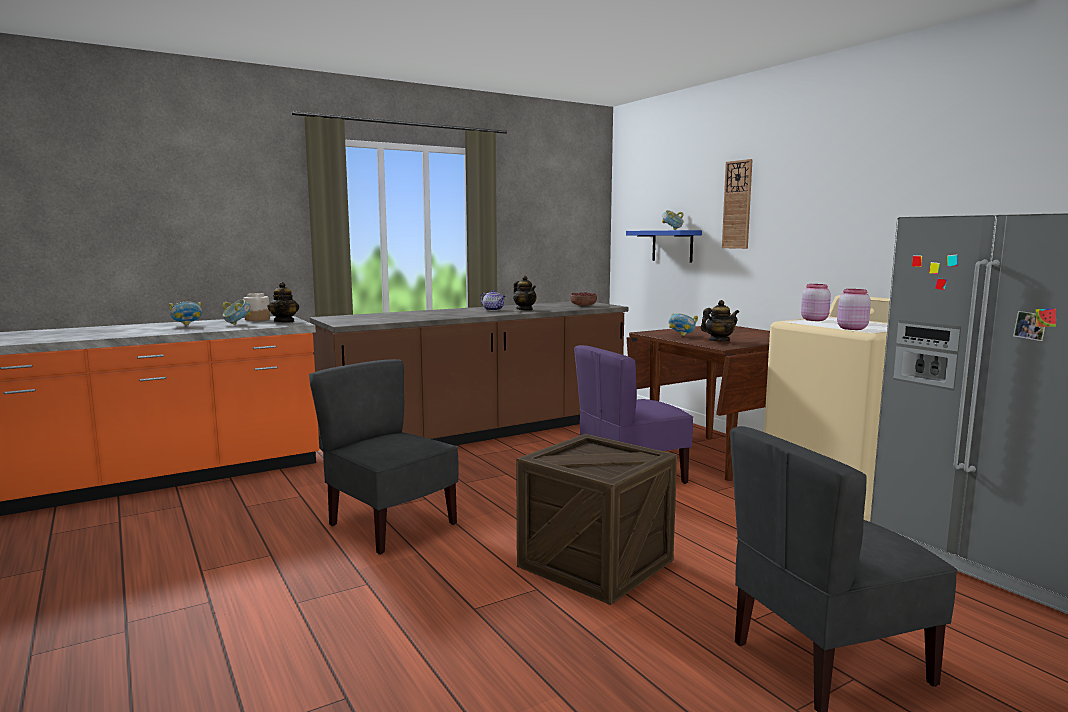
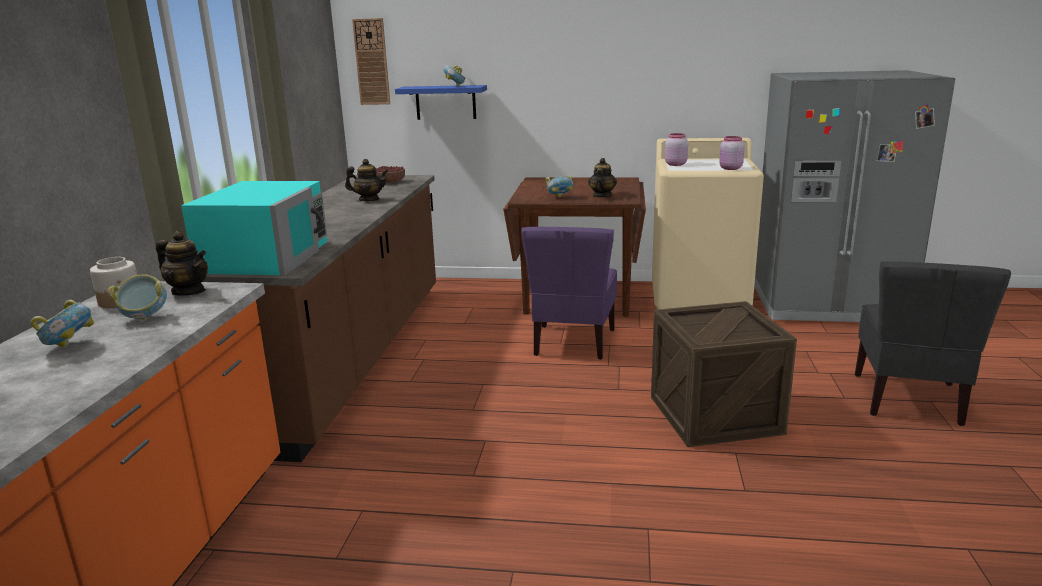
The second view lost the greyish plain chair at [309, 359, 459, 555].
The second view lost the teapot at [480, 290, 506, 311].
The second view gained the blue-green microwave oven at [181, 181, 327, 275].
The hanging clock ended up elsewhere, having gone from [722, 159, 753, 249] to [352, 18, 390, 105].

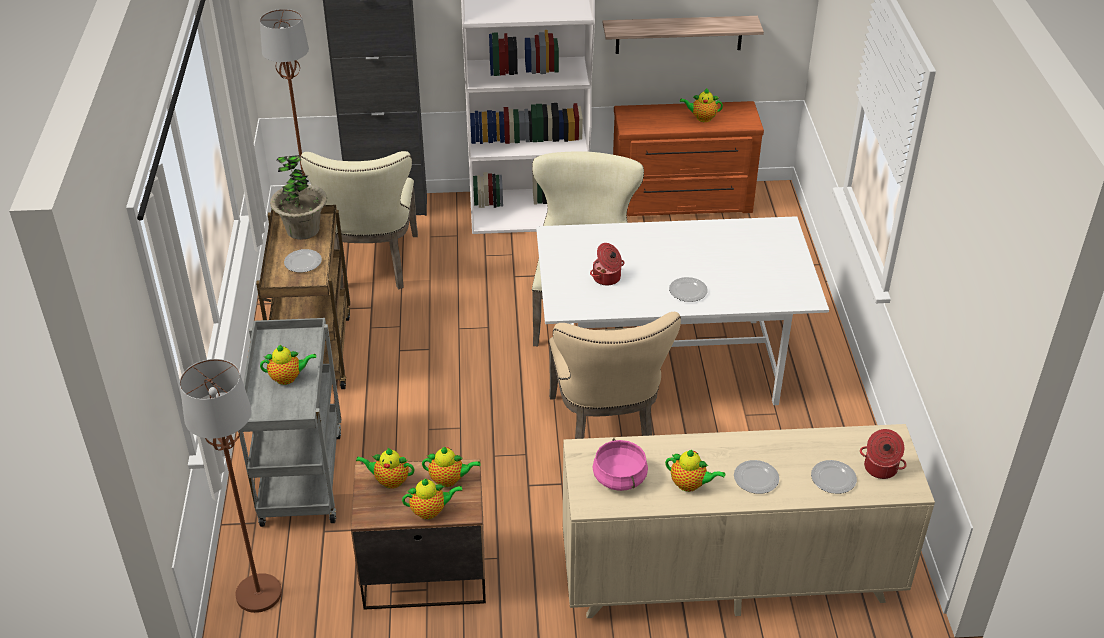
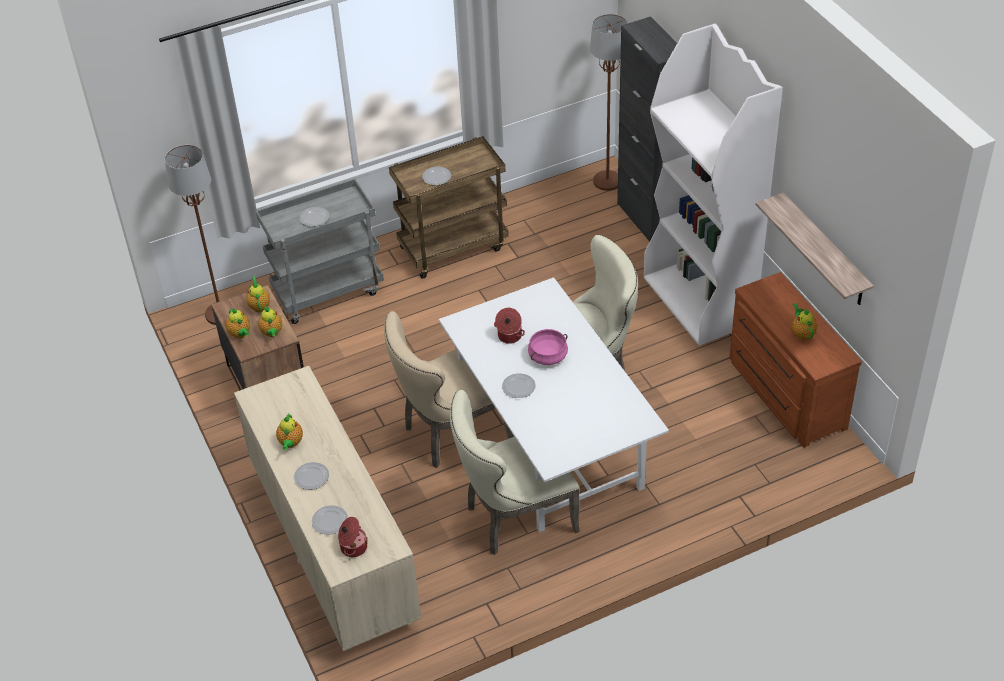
The second view lost the houseplant at [270, 155, 327, 240].
The beige plain chair ended up elsewhere, having gone from [300, 151, 418, 289] to [450, 390, 580, 555].
The pink cooking pot ended up elsewhere, having gone from [592, 438, 648, 491] to [528, 329, 568, 365].
Where the teapot stood at [260, 345, 316, 385], the dinner plate came to stand at [300, 207, 329, 227].

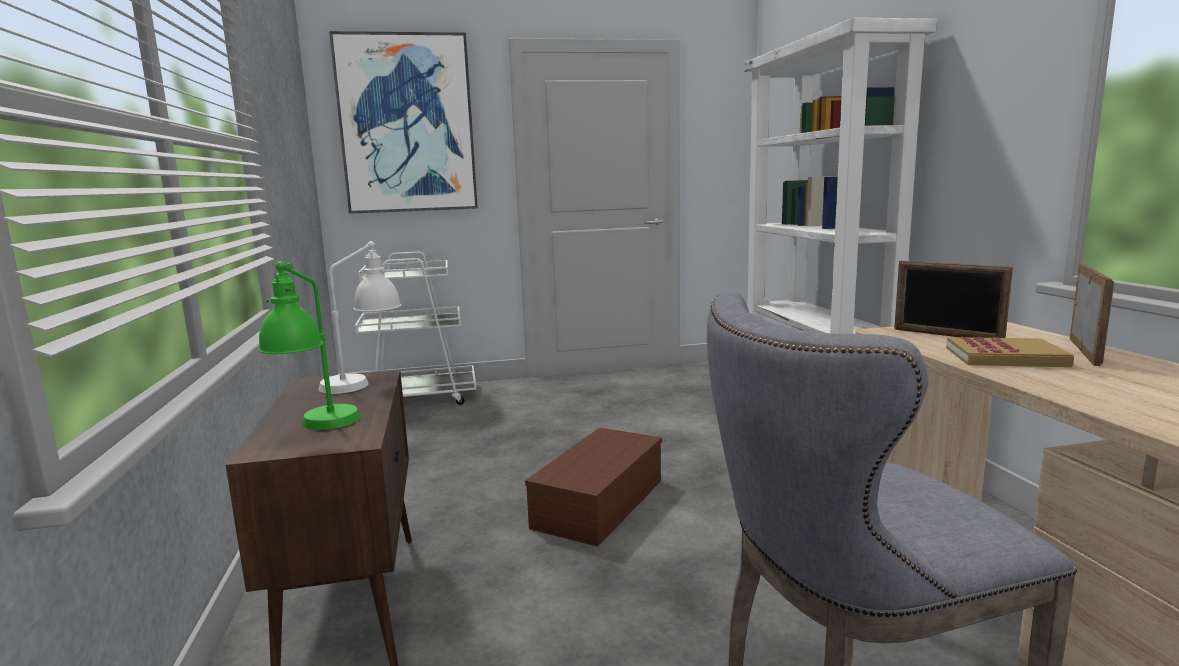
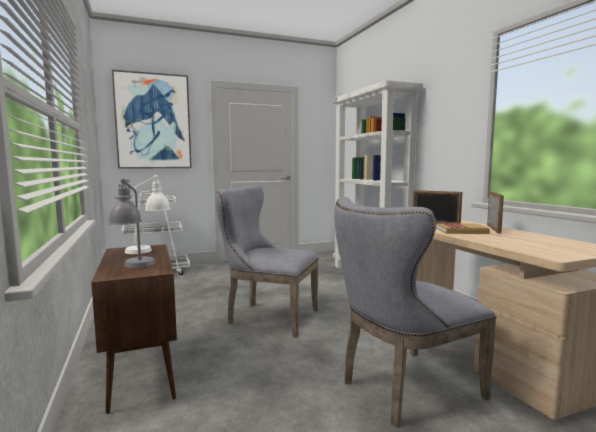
Where the brown storage bin stood at [525, 427, 662, 547], the greyish plain chair came to stand at [215, 185, 319, 338].
What was the green-coloured lamp for a table at [258, 261, 361, 430] turned into the greyish lamp for a table at [108, 178, 156, 268].

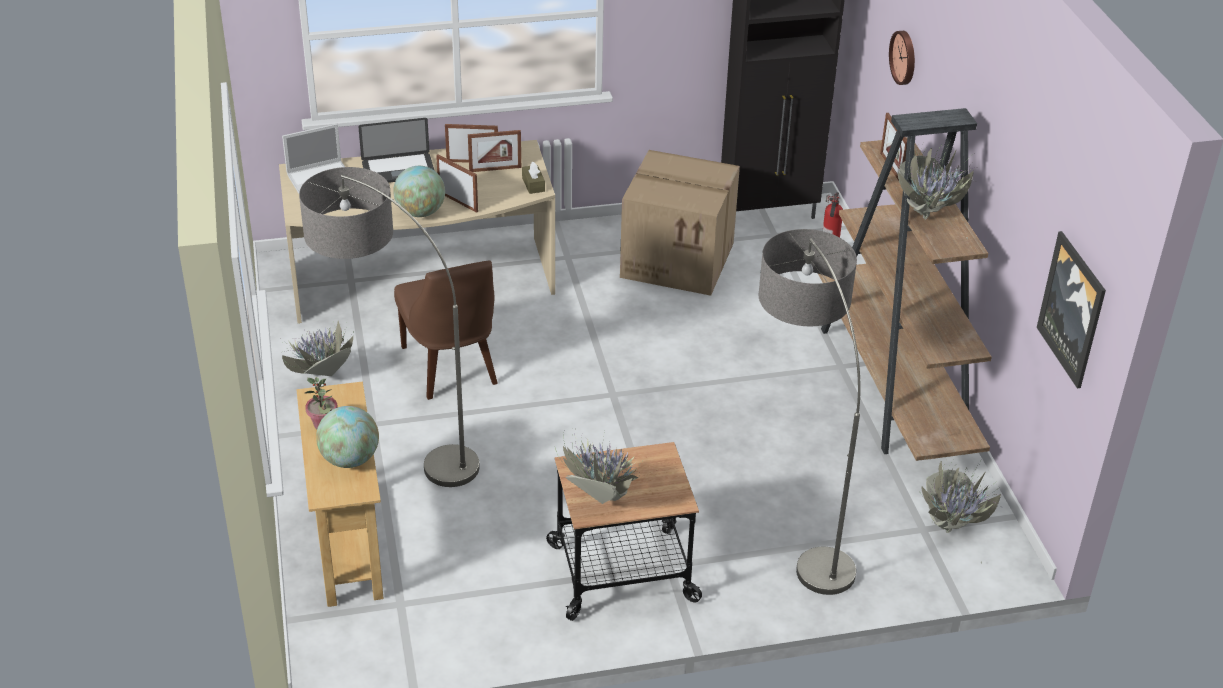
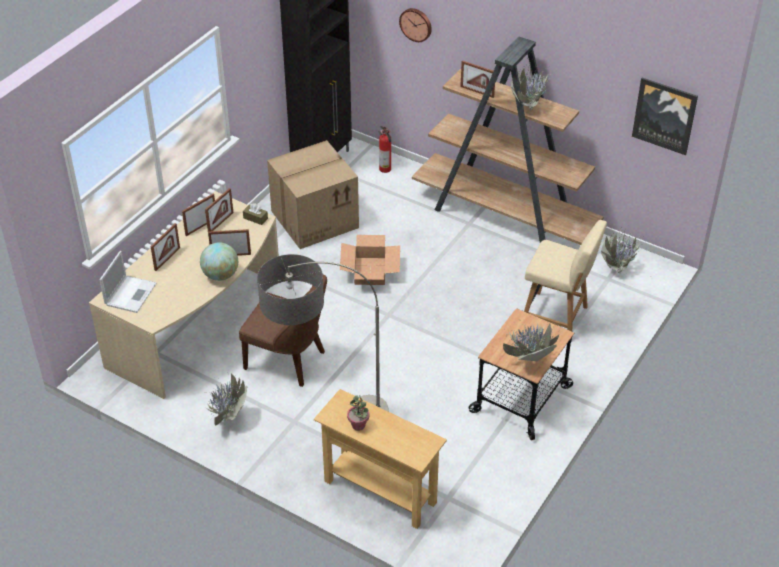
The second view lost the world globe at [316, 406, 379, 468].
The second view gained the cardboard box at [340, 235, 400, 285].
Where the laptop stood at [359, 118, 435, 183], the picture frame came to stand at [150, 223, 180, 271].
Where the floor lamp stood at [759, 229, 861, 595], the beige plain chair came to stand at [524, 220, 607, 331].

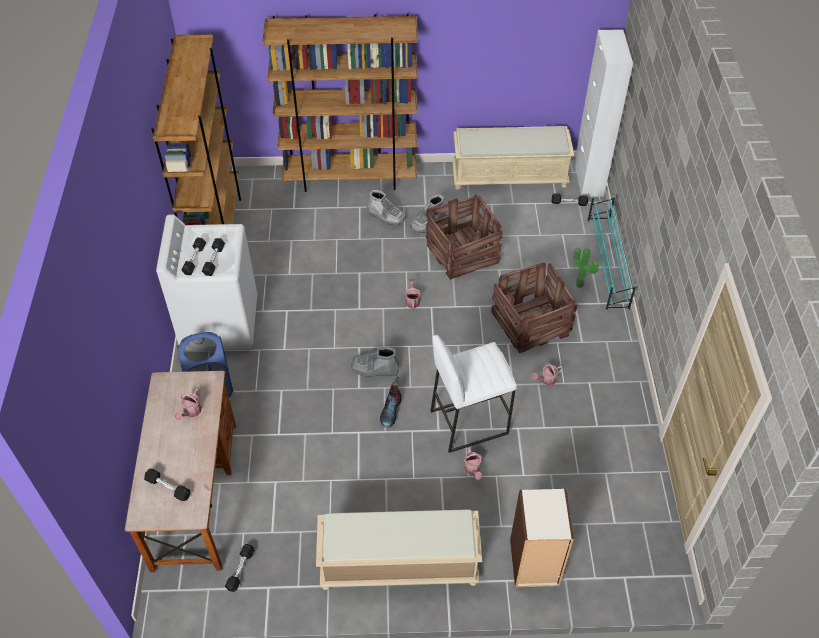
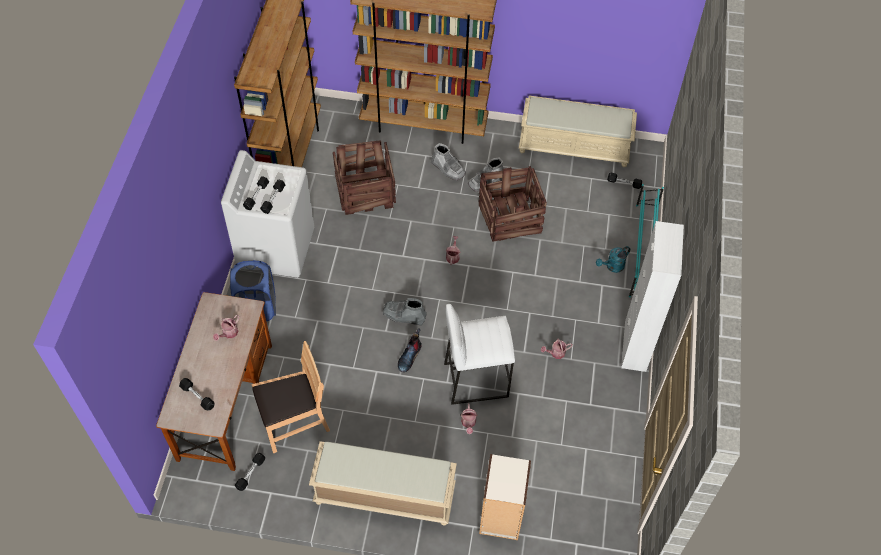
The second view gained the brown plain chair at [252, 341, 330, 454].
The packing crate ended up elsewhere, having gone from [492, 263, 578, 353] to [333, 140, 396, 215].
The whitish cupboard ended up elsewhere, having gone from [574, 29, 633, 197] to [621, 221, 684, 372].
Where the houseplant stood at [573, 247, 599, 288], the blue-green sprinkling can came to stand at [596, 246, 630, 273].

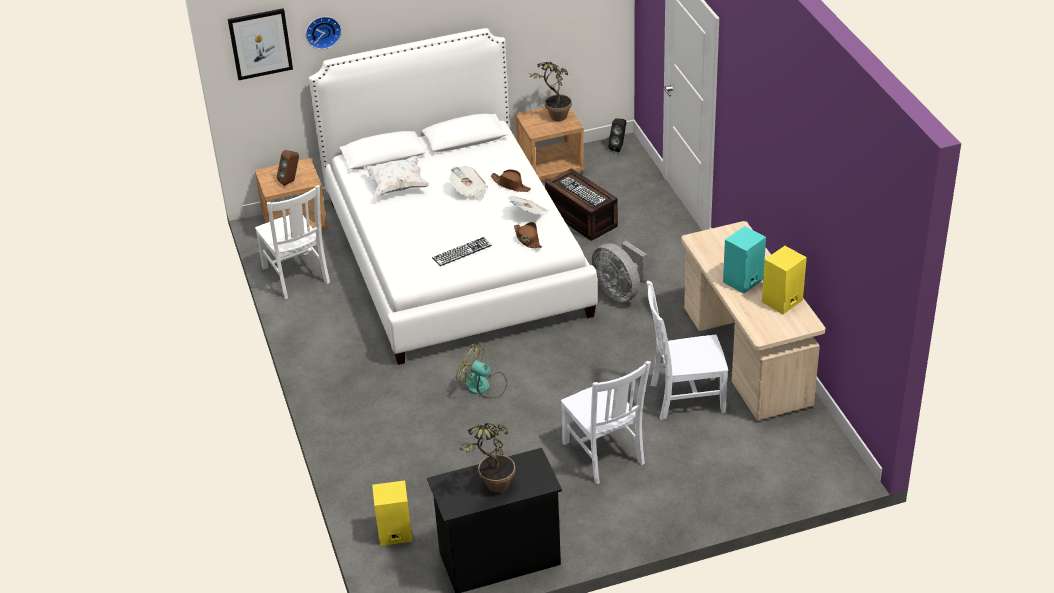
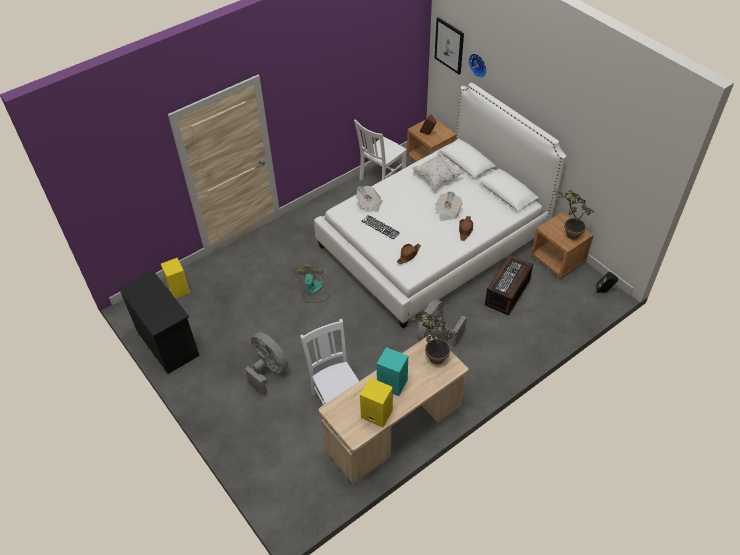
The houseplant ended up elsewhere, having gone from [458, 423, 516, 493] to [407, 311, 456, 365].
The printed paper ended up elsewhere, having gone from [508, 196, 549, 215] to [356, 186, 382, 212].
Where the whitish plain chair stood at [561, 361, 651, 484], the greyish fan came to stand at [245, 332, 288, 396].

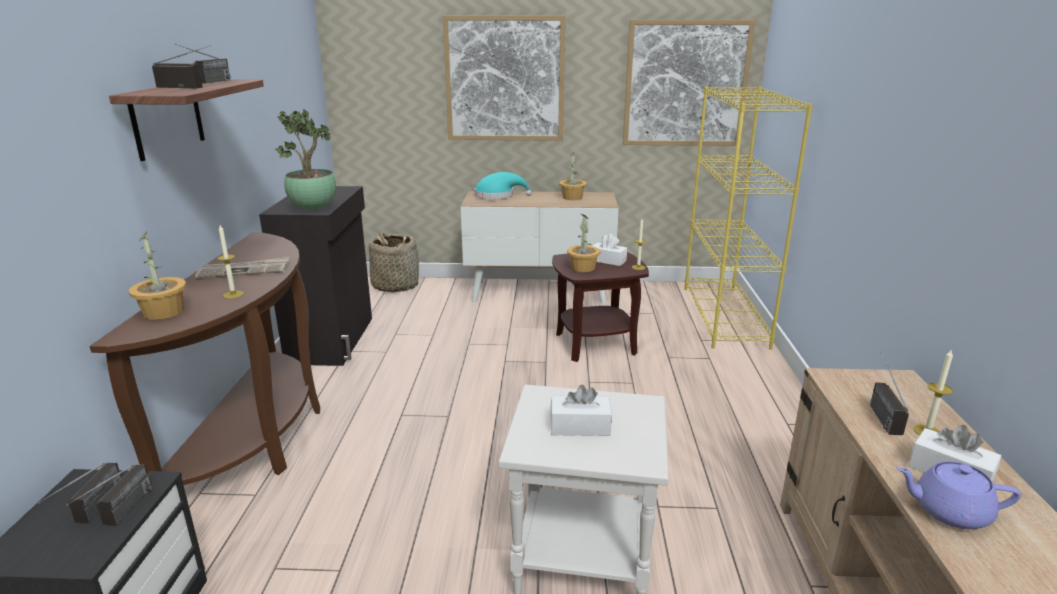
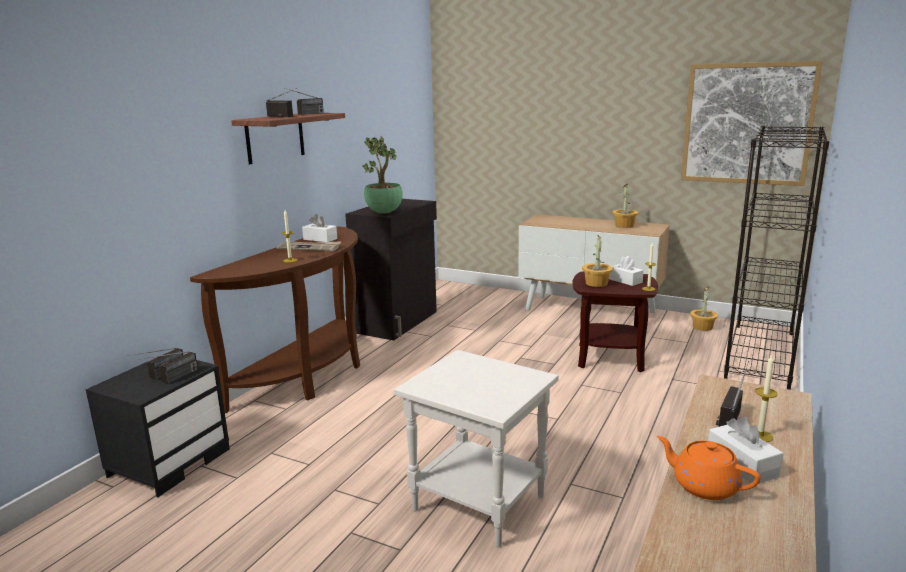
The second view lost the basket at [369, 232, 419, 292].
The second view lost the wall picture at [443, 15, 565, 141].
The second view lost the blue-green clothing hat at [474, 172, 532, 199].
The houseplant ended up elsewhere, having gone from [128, 232, 187, 320] to [690, 286, 718, 331].
The whitish tissue holder ended up elsewhere, having gone from [550, 385, 612, 436] to [302, 214, 337, 242].
What was the yellow-coloured bookshelf at [684, 86, 813, 350] turned into the blackish bookshelf at [724, 126, 830, 390].
What was the purplish teapot at [896, 461, 1021, 529] turned into the orange teapot at [657, 436, 761, 500].

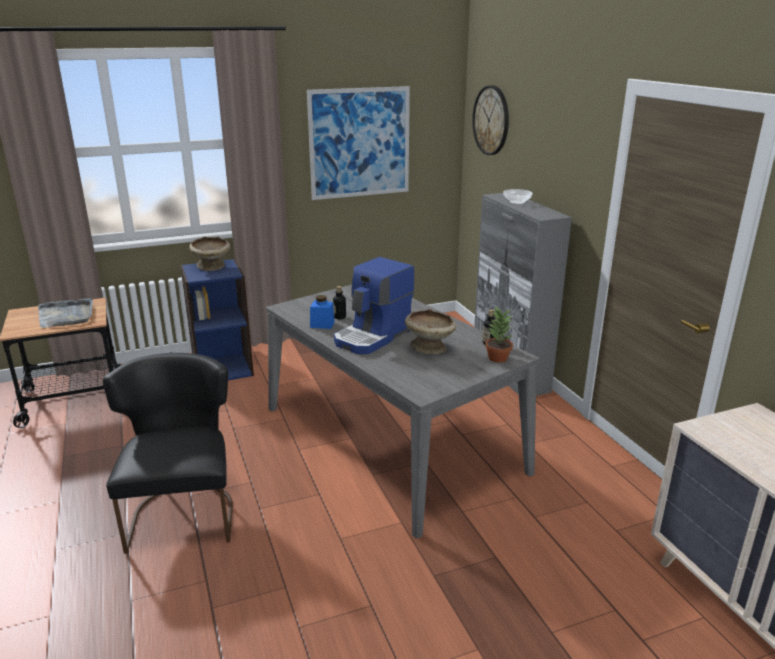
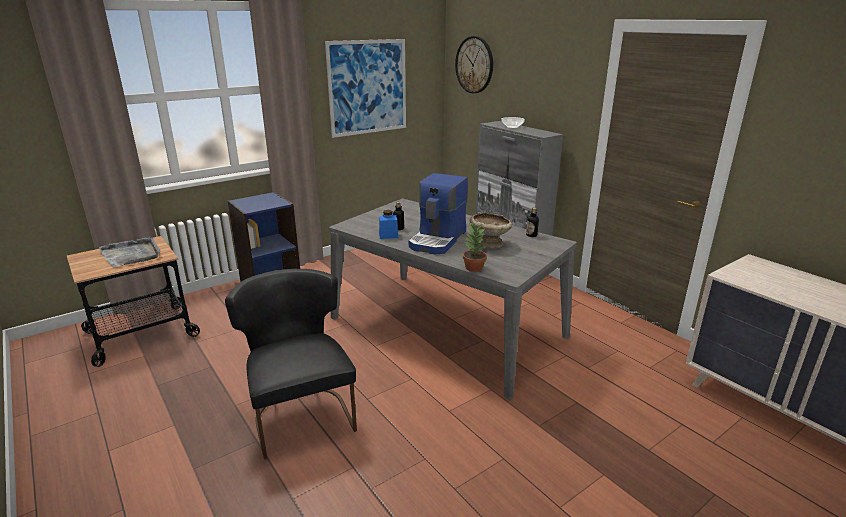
The second view lost the beige bowl at [189, 236, 230, 271].
The houseplant ended up elsewhere, having gone from [485, 306, 513, 363] to [463, 222, 487, 272].

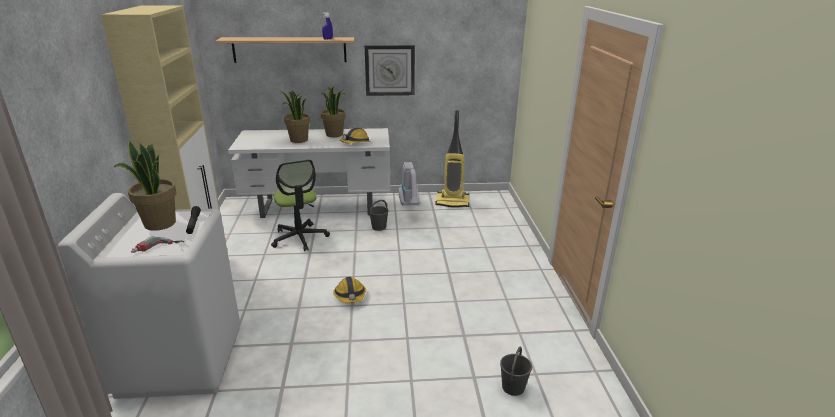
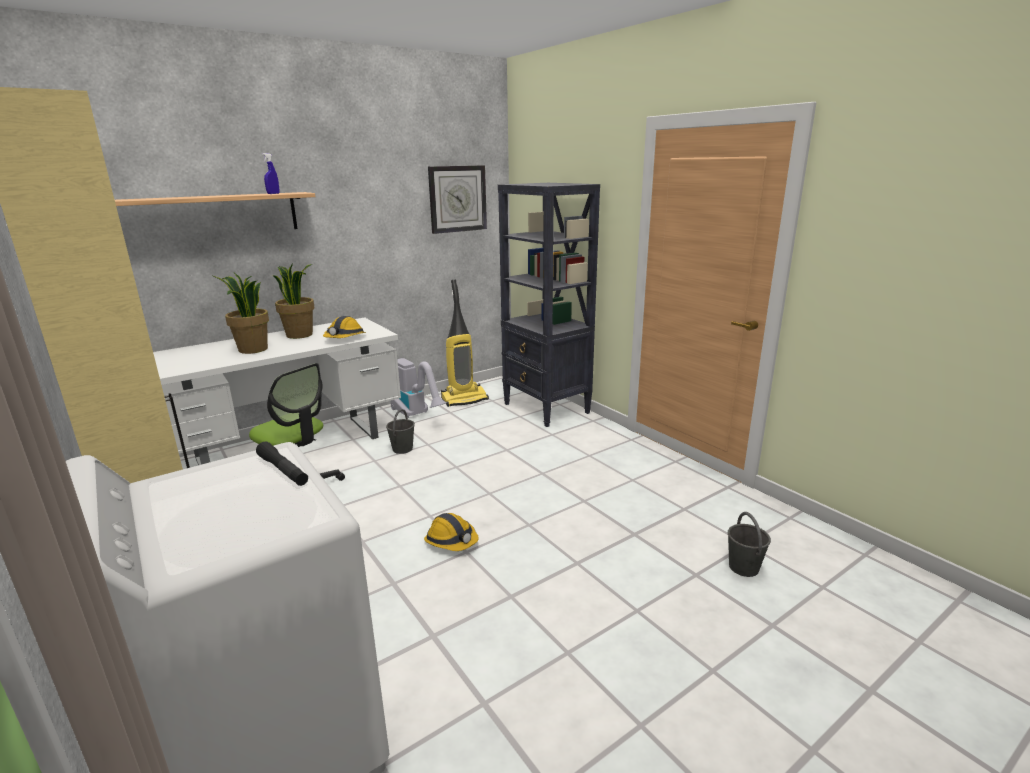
The second view lost the houseplant at [114, 141, 176, 231].
The second view lost the power drill at [131, 236, 184, 253].
The second view gained the blackish bookshelf at [498, 183, 600, 427].
The hanging clock ended up elsewhere, having gone from [365, 45, 415, 96] to [428, 165, 487, 234].

